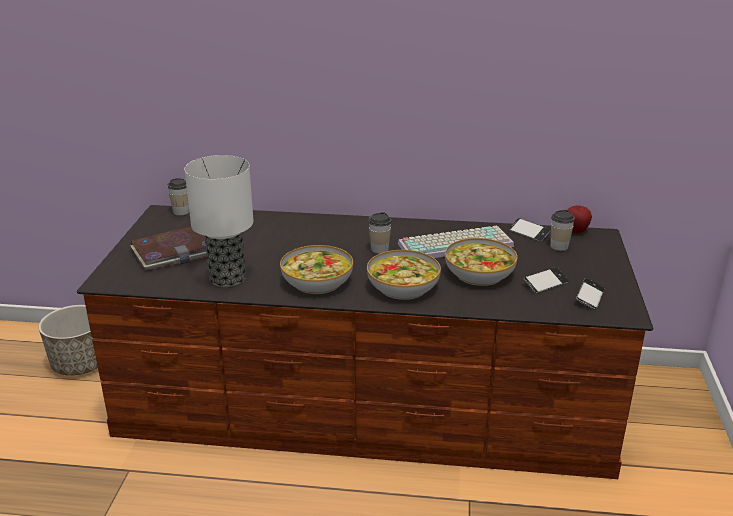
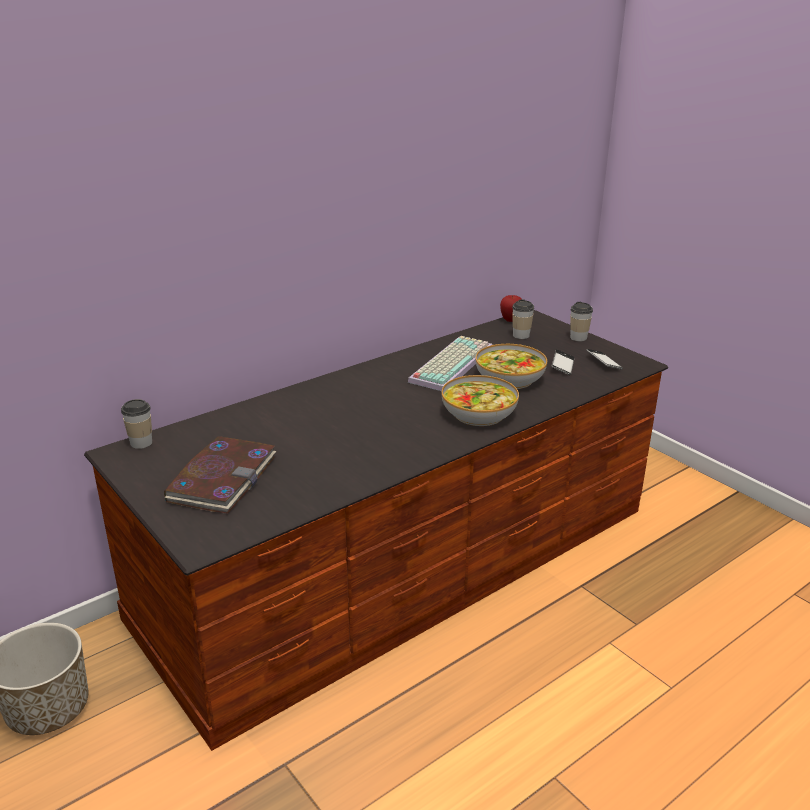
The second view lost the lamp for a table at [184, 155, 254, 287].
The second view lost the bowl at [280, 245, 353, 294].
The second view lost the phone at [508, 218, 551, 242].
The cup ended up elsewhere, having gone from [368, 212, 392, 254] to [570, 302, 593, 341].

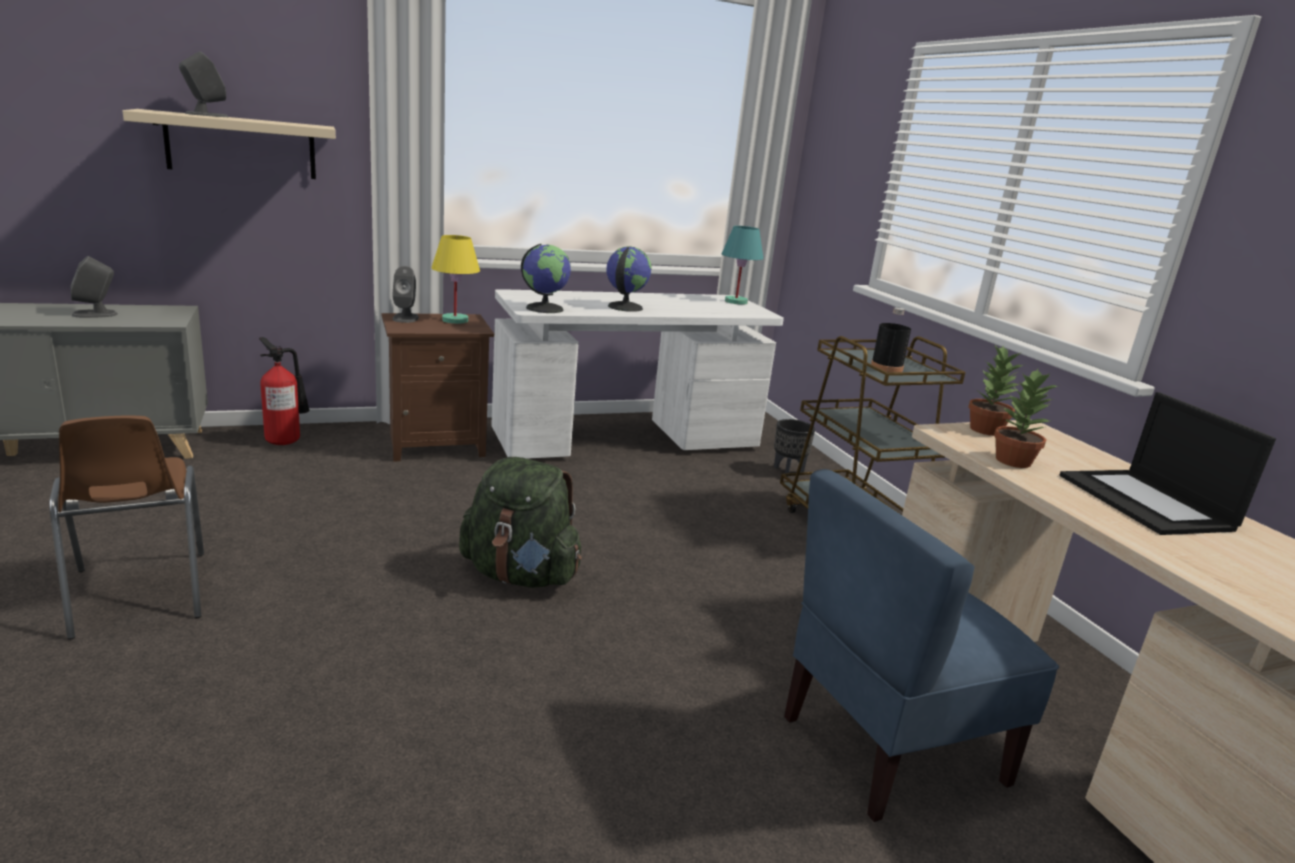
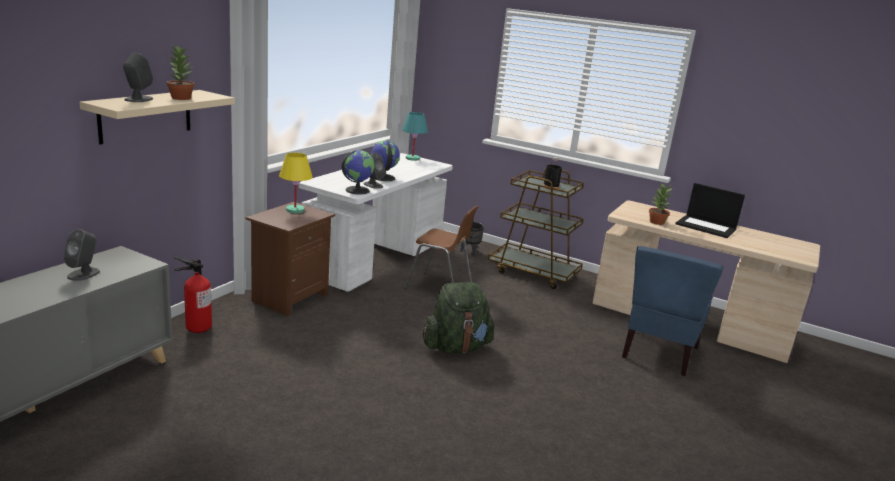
The brown plain chair ended up elsewhere, having gone from [49, 415, 204, 640] to [405, 206, 479, 289].
The greyish audio speaker ended up elsewhere, having gone from [392, 266, 419, 323] to [364, 153, 385, 189].
The houseplant ended up elsewhere, having gone from [969, 345, 1023, 436] to [167, 45, 194, 100].

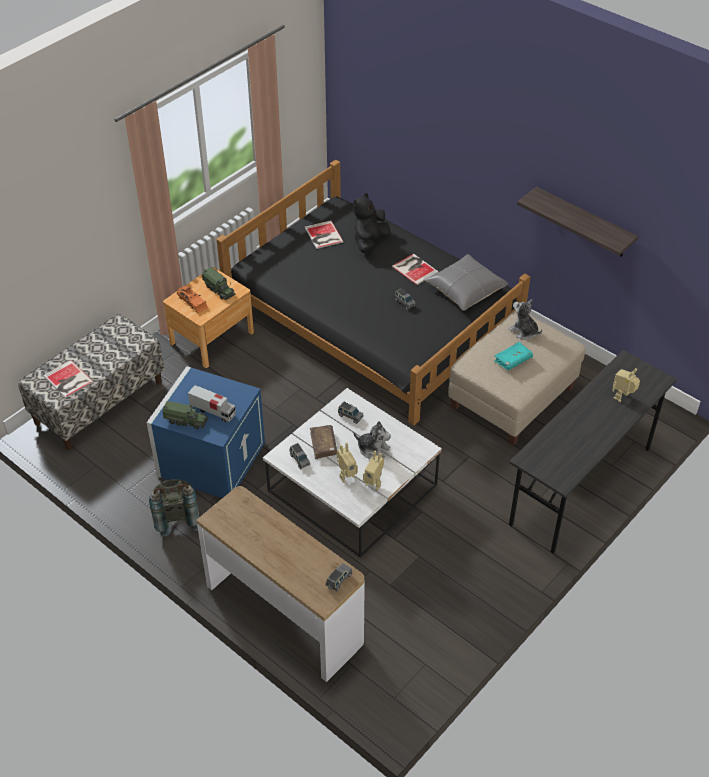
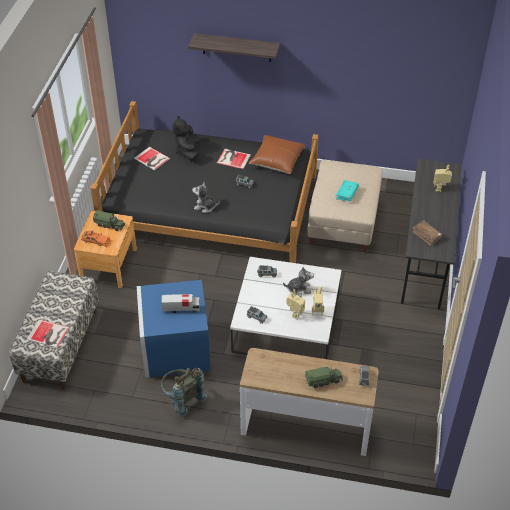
The toy lorry ended up elsewhere, having gone from [162, 401, 208, 429] to [305, 367, 343, 388].
The brown bound book ended up elsewhere, having gone from [310, 425, 337, 459] to [412, 220, 443, 246].
The plush toy ended up elsewhere, having gone from [508, 299, 542, 340] to [192, 182, 220, 213].
The wall shelf ended up elsewhere, having gone from [517, 187, 638, 257] to [188, 33, 280, 62].
What was the greyish throw pillow at [423, 254, 508, 311] turned into the brown throw pillow at [248, 135, 305, 174].

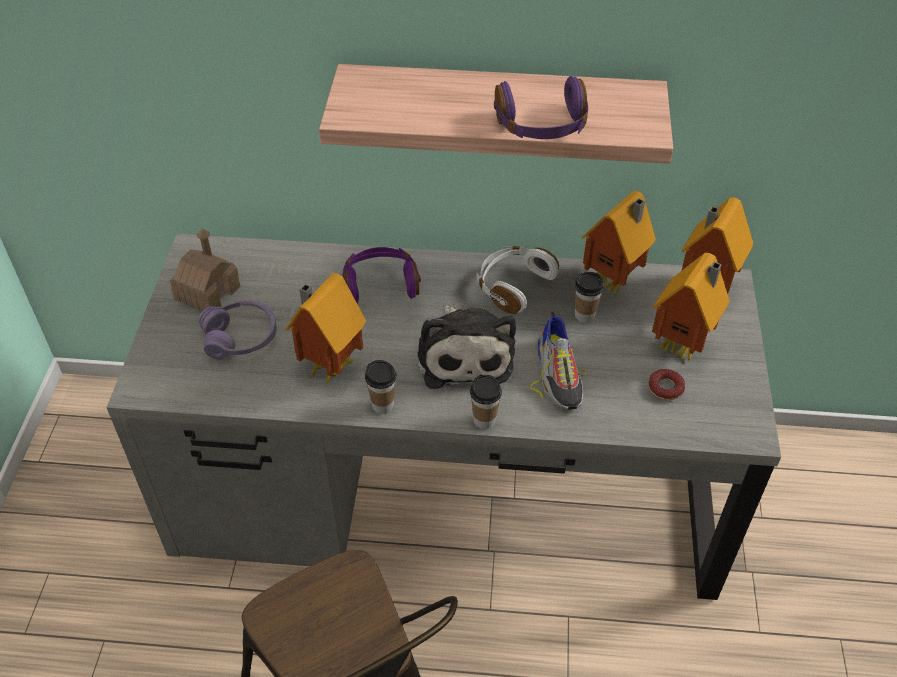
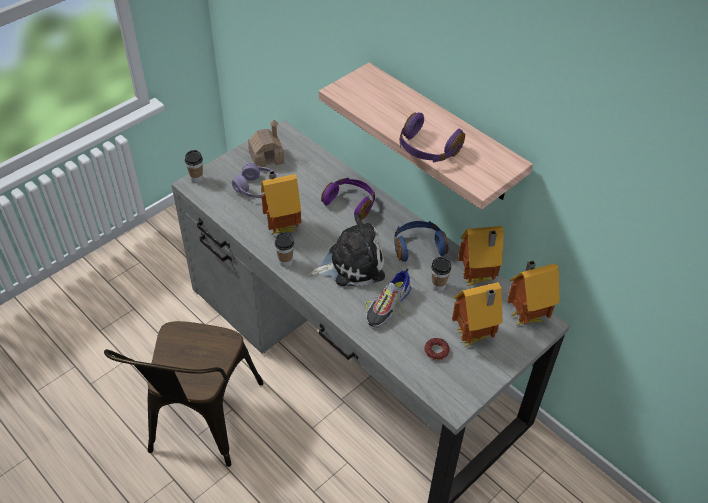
The cup ended up elsewhere, having gone from [470, 374, 502, 429] to [185, 150, 203, 183].
What was the whitish pair of headphones at [476, 246, 559, 314] turned into the blue-coloured pair of headphones at [394, 221, 448, 262].
The plush toy at [418, 306, 516, 389] ended up facing another way, 135 degrees counterclockwise from before.

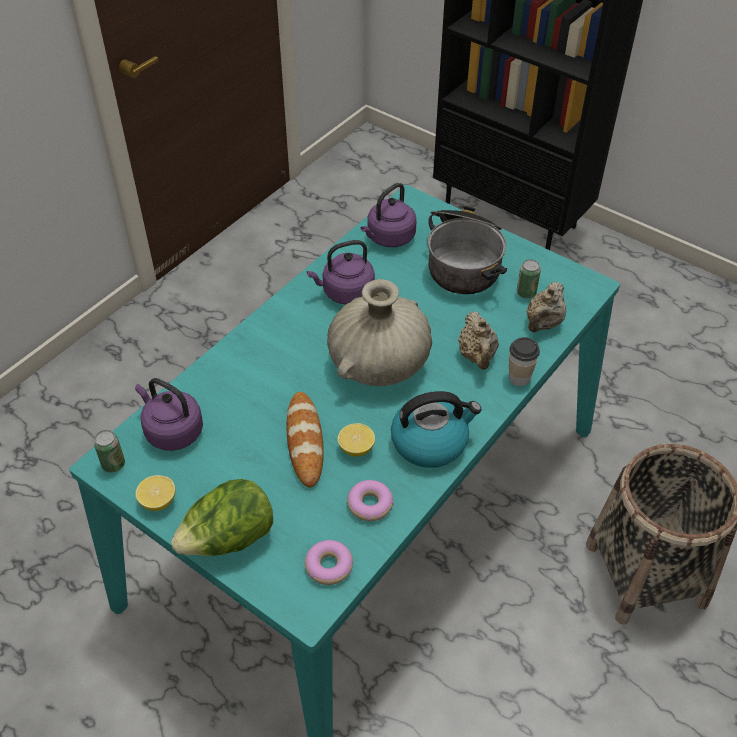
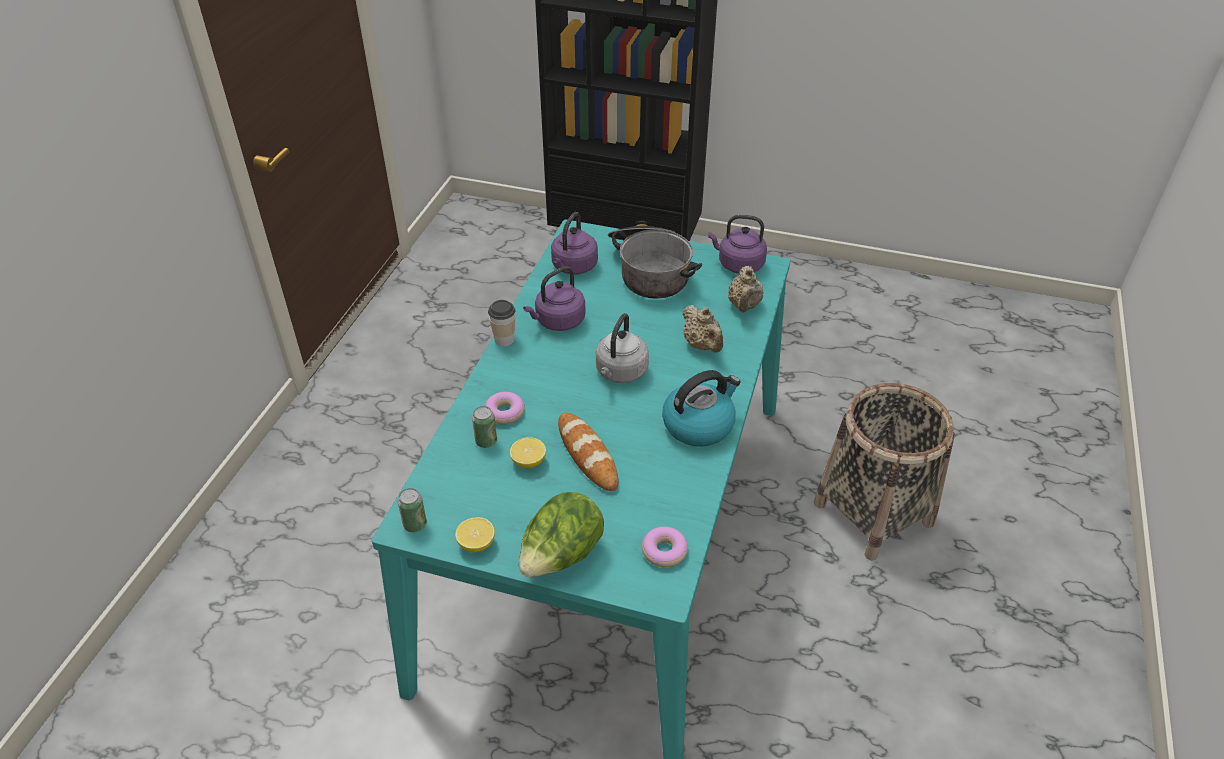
The purplish tea kettle ended up elsewhere, having gone from [135, 378, 203, 451] to [708, 215, 767, 274].
The citrus fruit ended up elsewhere, having gone from [338, 423, 375, 456] to [510, 437, 546, 468].
The donut ended up elsewhere, having gone from [347, 480, 394, 521] to [484, 392, 525, 424].
The cup ended up elsewhere, having gone from [509, 337, 540, 386] to [488, 300, 515, 346].
The can ended up elsewhere, having gone from [517, 259, 541, 298] to [472, 406, 497, 448].
Where the beige vase stood at [327, 279, 432, 386], the greyish tea kettle came to stand at [596, 313, 649, 383].

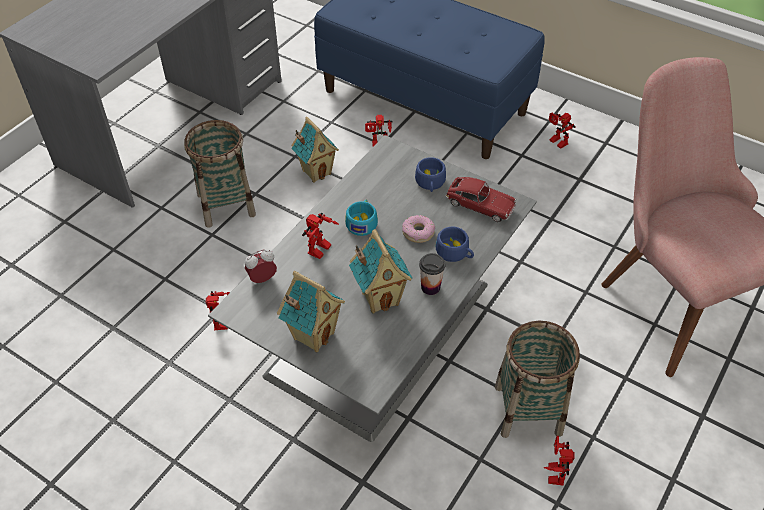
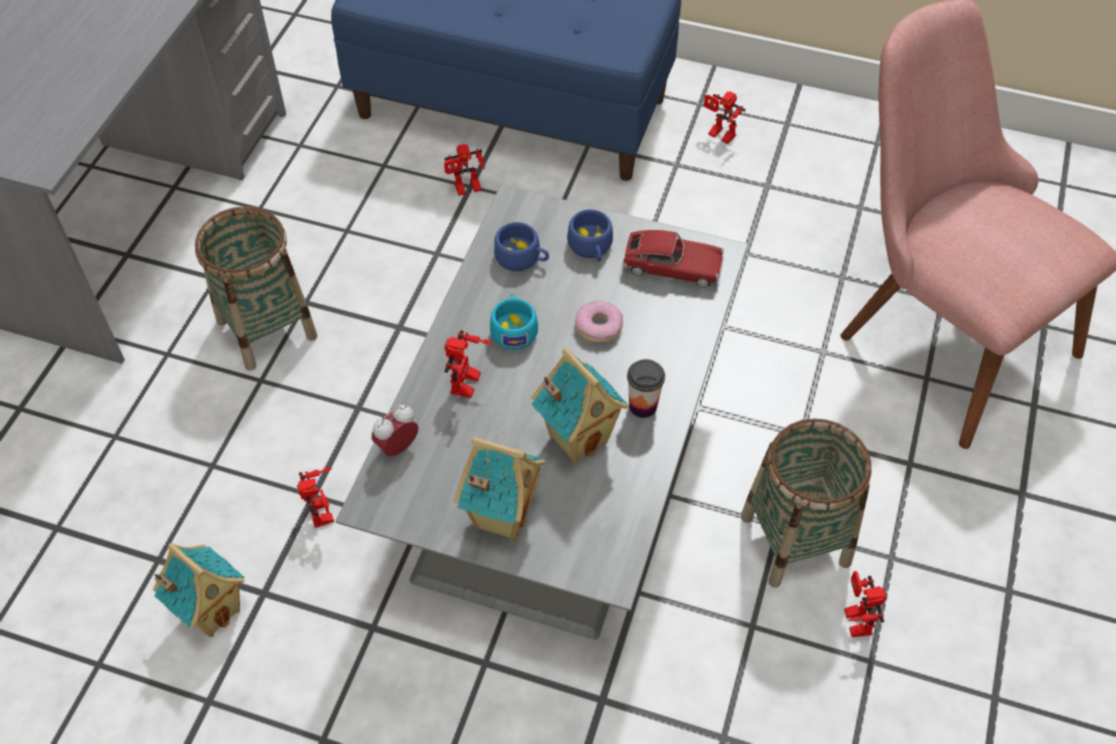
The miniature house ended up elsewhere, having gone from [291, 117, 339, 183] to [153, 543, 244, 637].
The blue-coloured cup ended up elsewhere, having gone from [436, 227, 474, 262] to [494, 222, 549, 271].

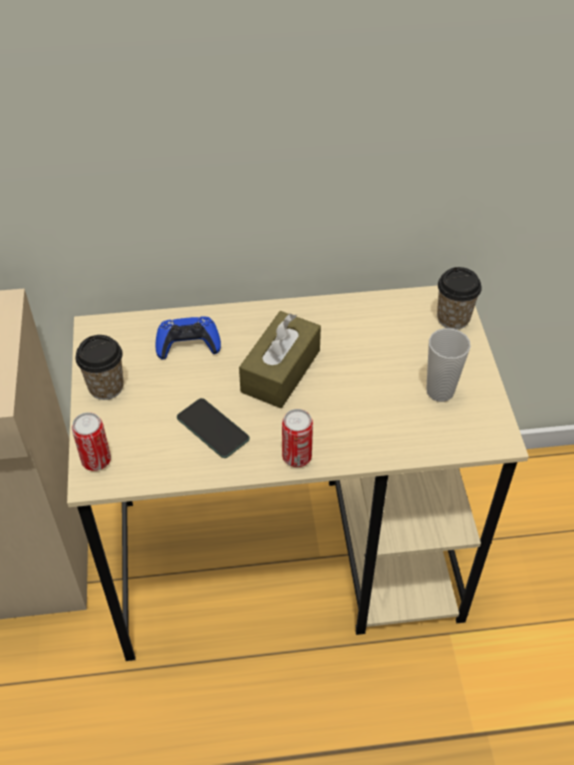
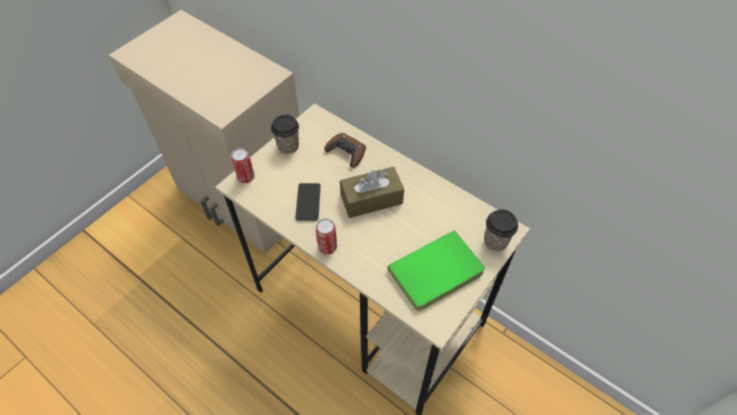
Where the cup stood at [426, 328, 471, 402], the green-coloured bound book came to stand at [388, 230, 485, 311].
What was the blue-coloured joypad at [155, 316, 221, 359] turned into the brown joypad at [324, 133, 366, 168].

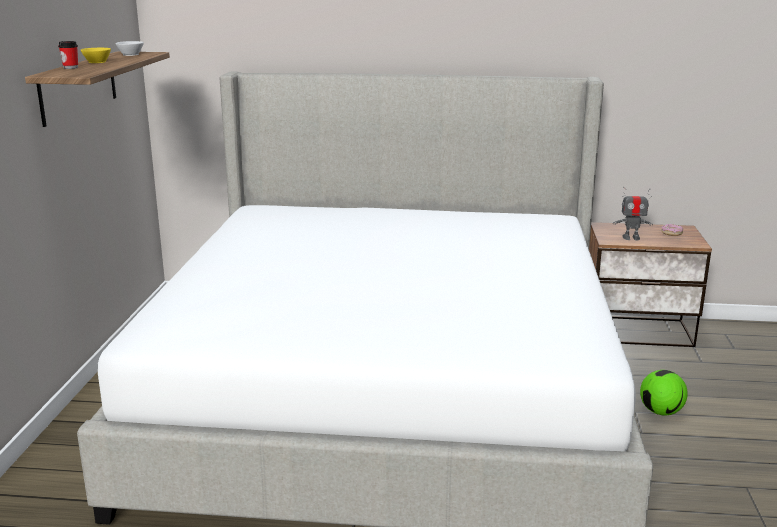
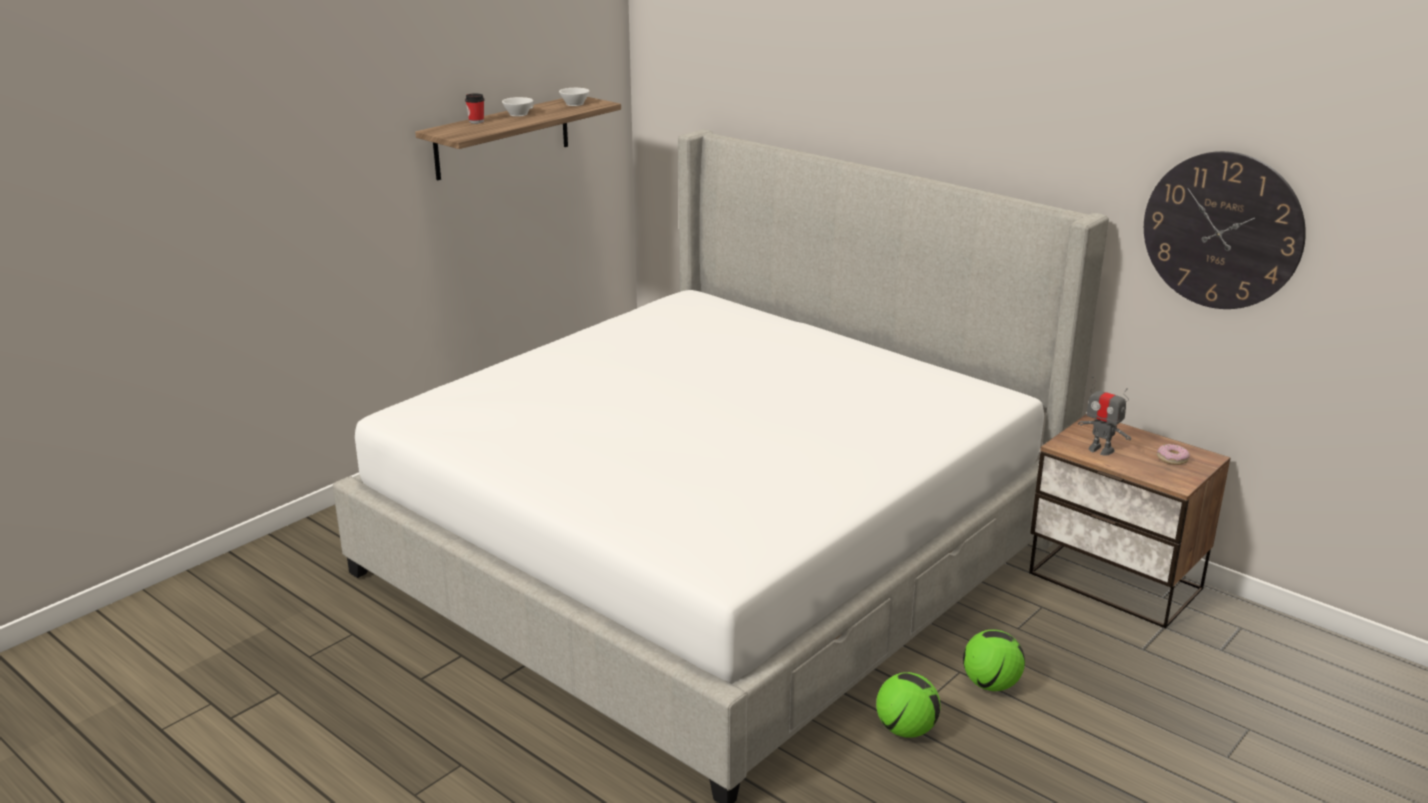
The second view gained the football at [876, 672, 941, 738].
The second view gained the hanging clock at [1144, 151, 1306, 309].
What was the yellow-coloured cup at [81, 48, 111, 63] turned into the whitish cup at [502, 97, 534, 116].

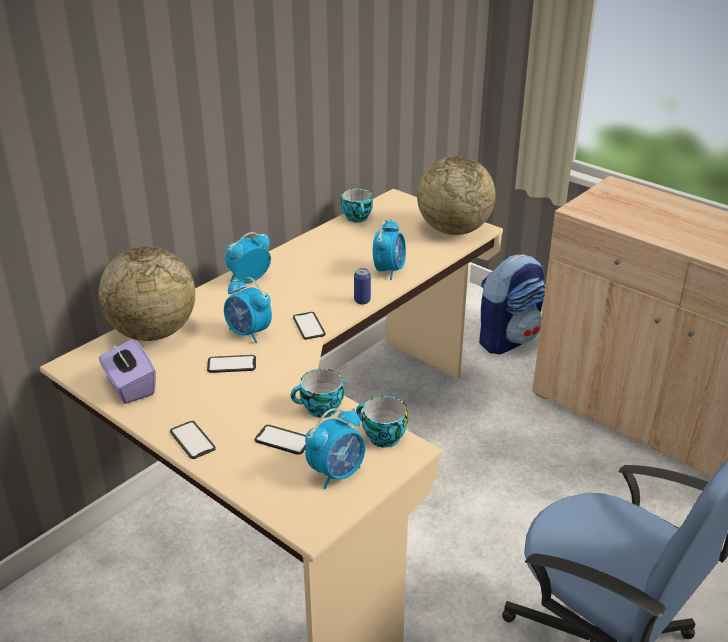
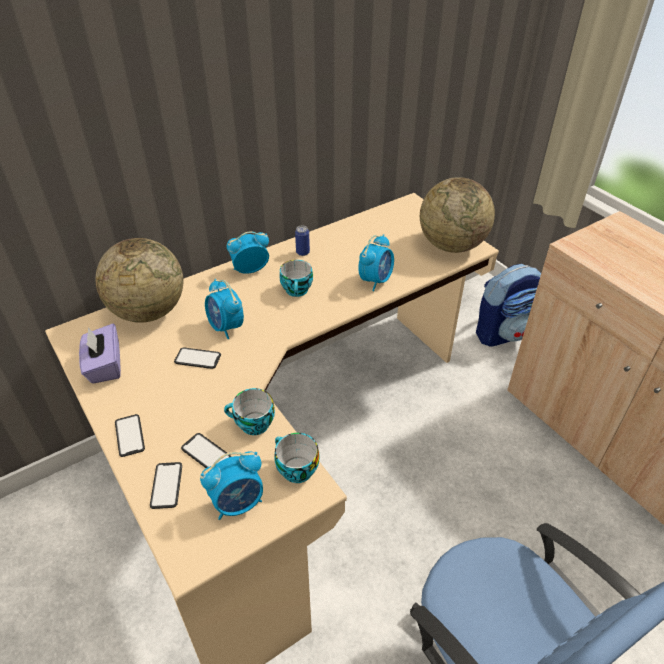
The phone ended up elsewhere, having gone from [293, 312, 326, 340] to [150, 462, 182, 509].
The cup ended up elsewhere, having gone from [341, 189, 373, 222] to [279, 260, 313, 297].
The can ended up elsewhere, having gone from [354, 268, 371, 305] to [295, 225, 310, 256].

